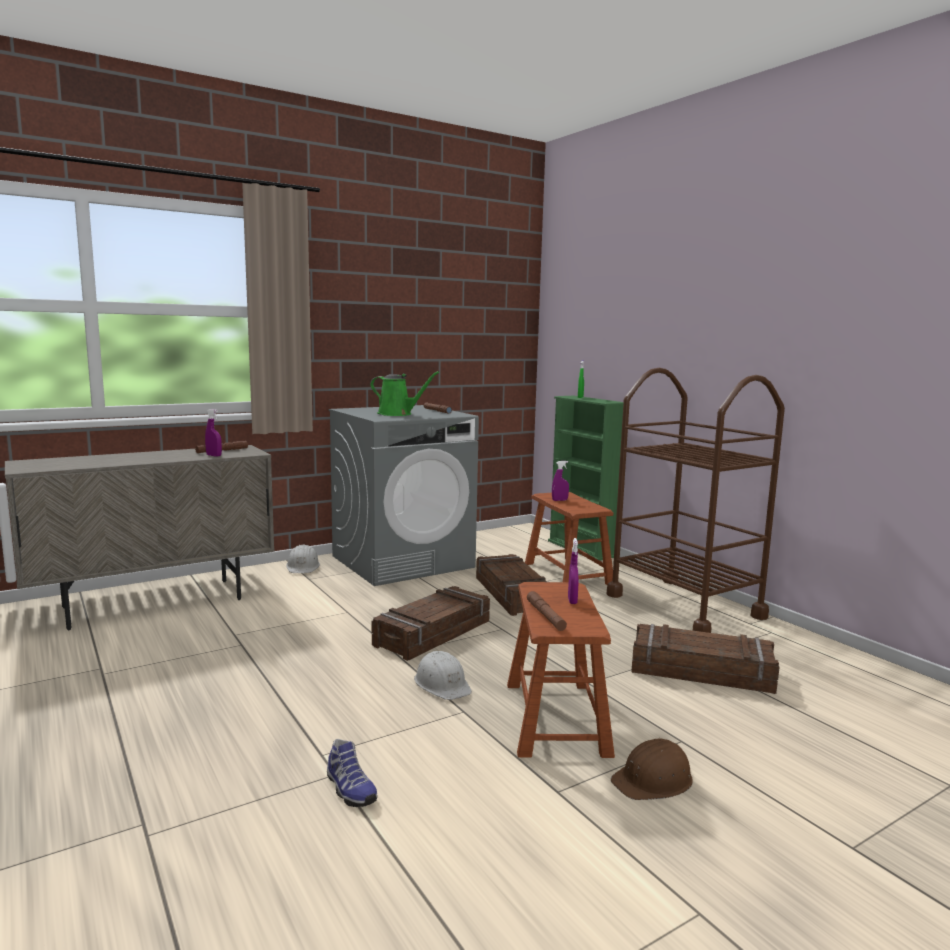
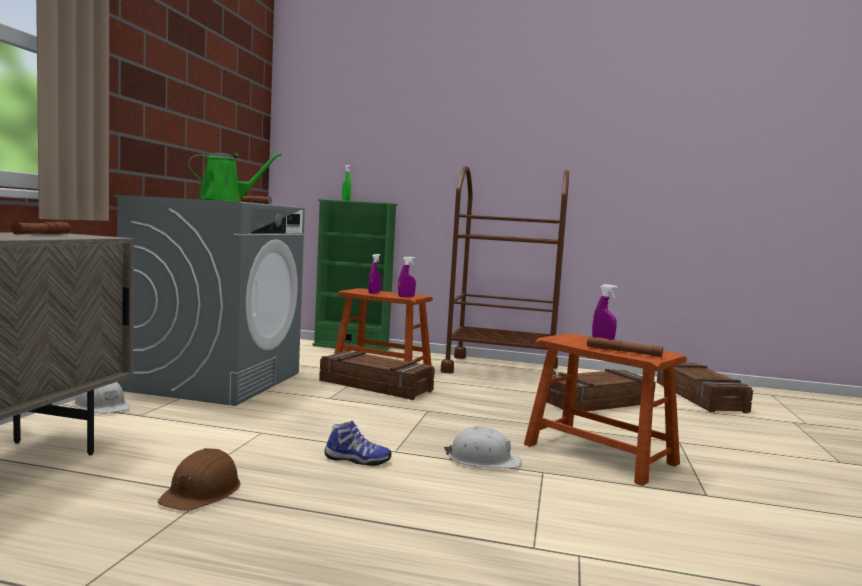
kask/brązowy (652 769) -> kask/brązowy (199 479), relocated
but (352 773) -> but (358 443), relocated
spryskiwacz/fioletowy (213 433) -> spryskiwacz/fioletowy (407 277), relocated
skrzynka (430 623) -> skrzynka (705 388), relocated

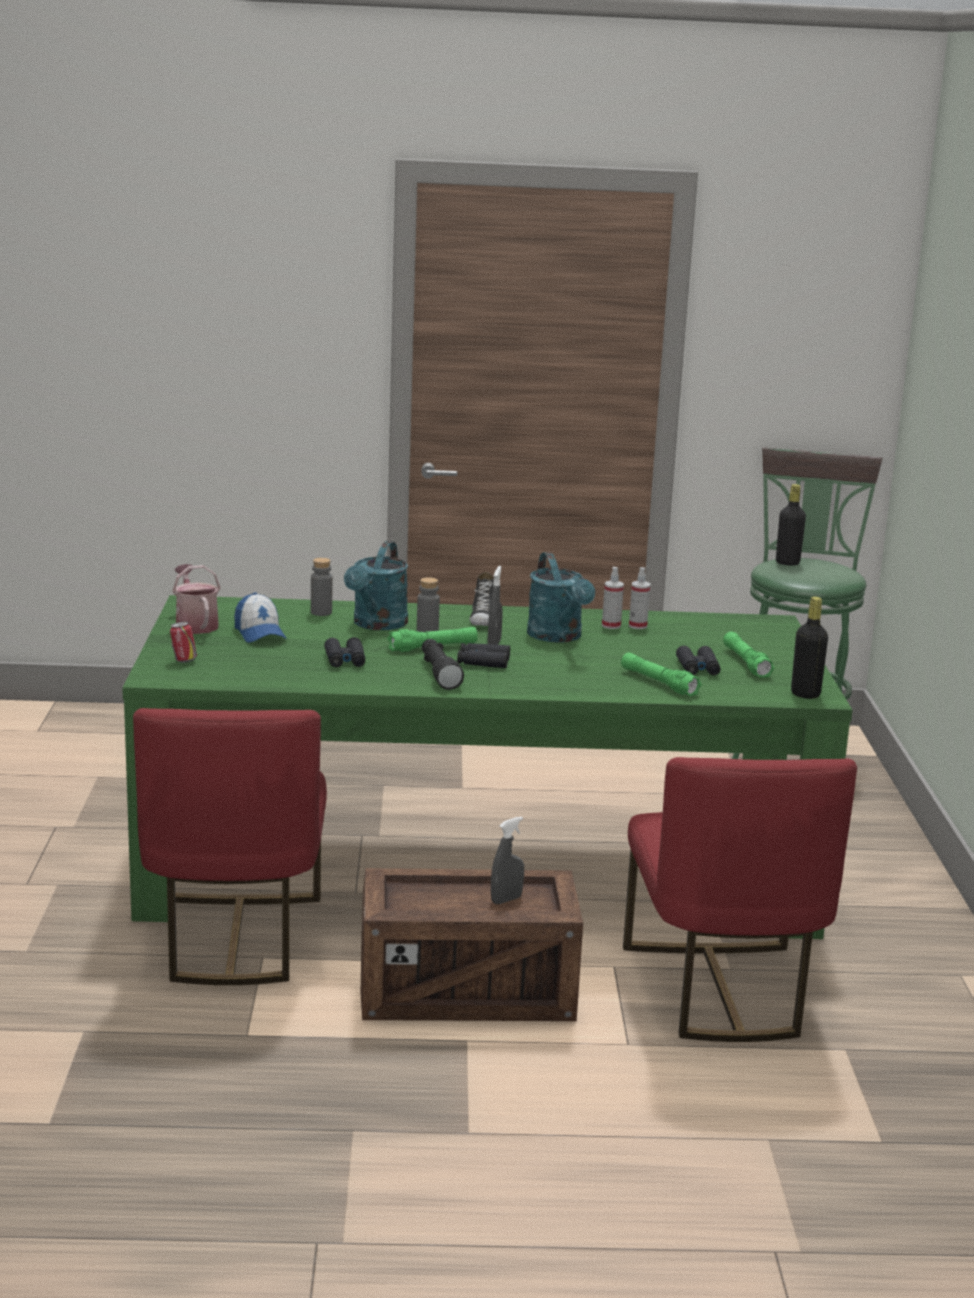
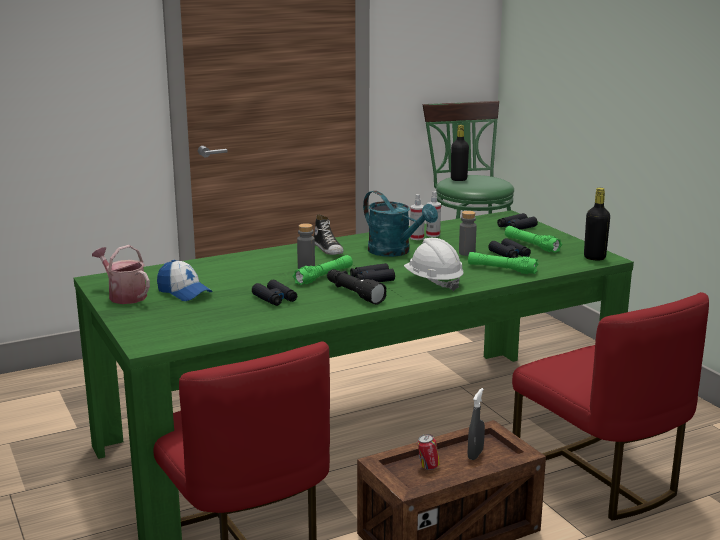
none -> kask/biały (434 264)
puszka (183 642) -> puszka (428 452), relocated
butelka/szary (322 587) -> butelka/szary (468 233), relocated
none -> lornetka/czarny (517 221)
konewka/turkusowy (376 585) -> none
spryskiwacz/szary (495 605) -> none

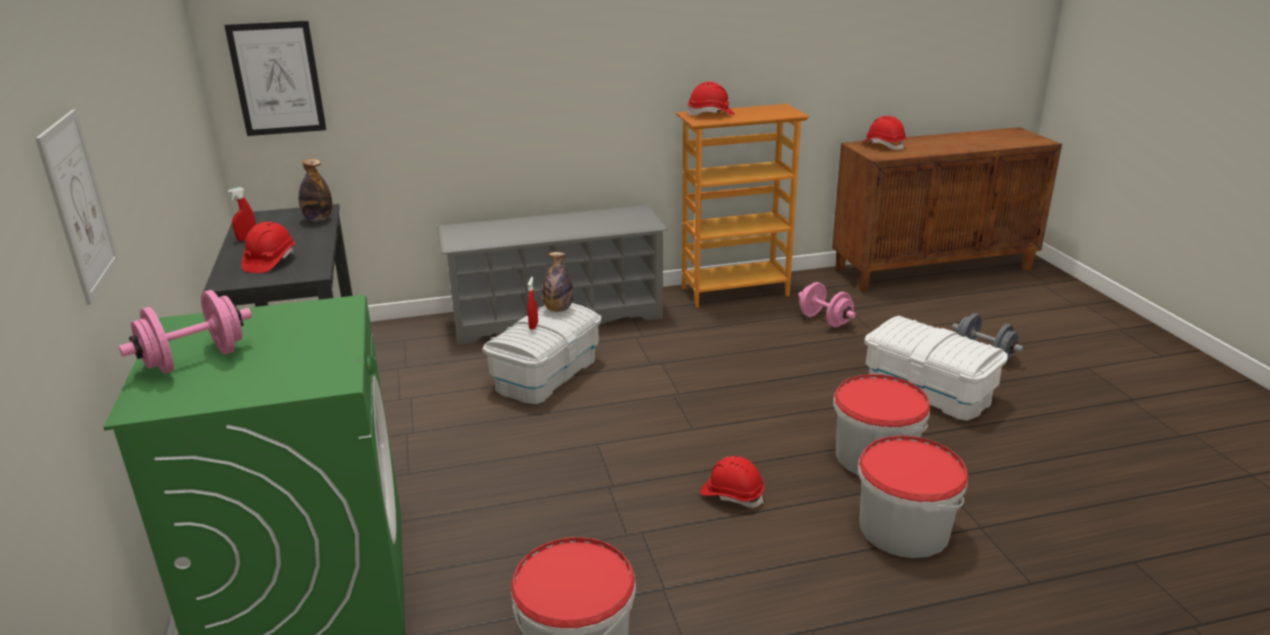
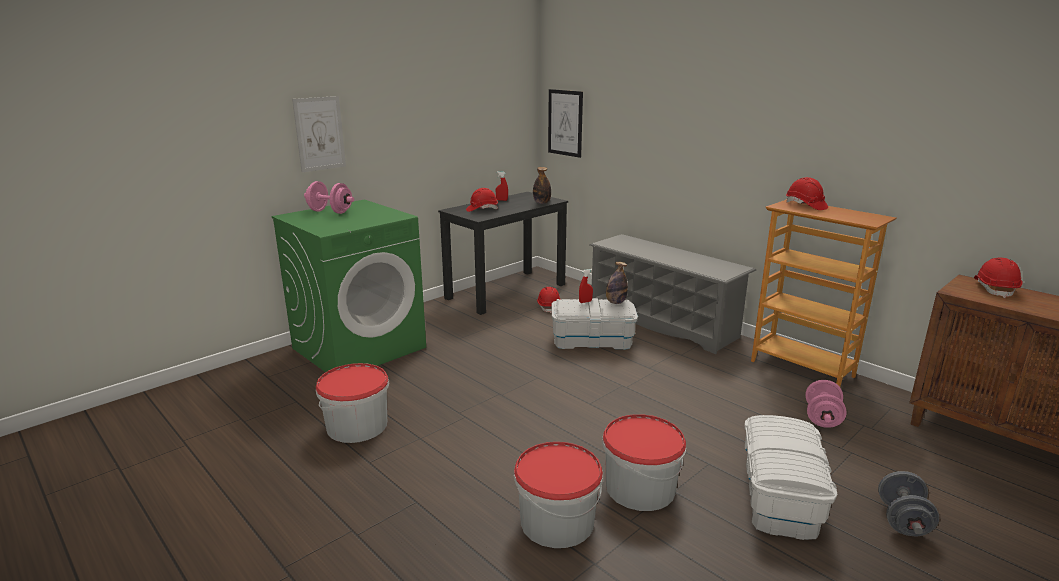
kask/czerwony (732 482) -> kask/czerwony (548 300), relocated

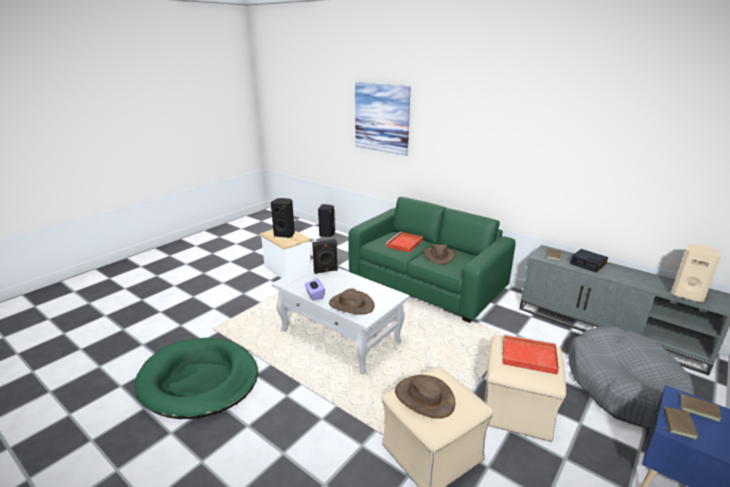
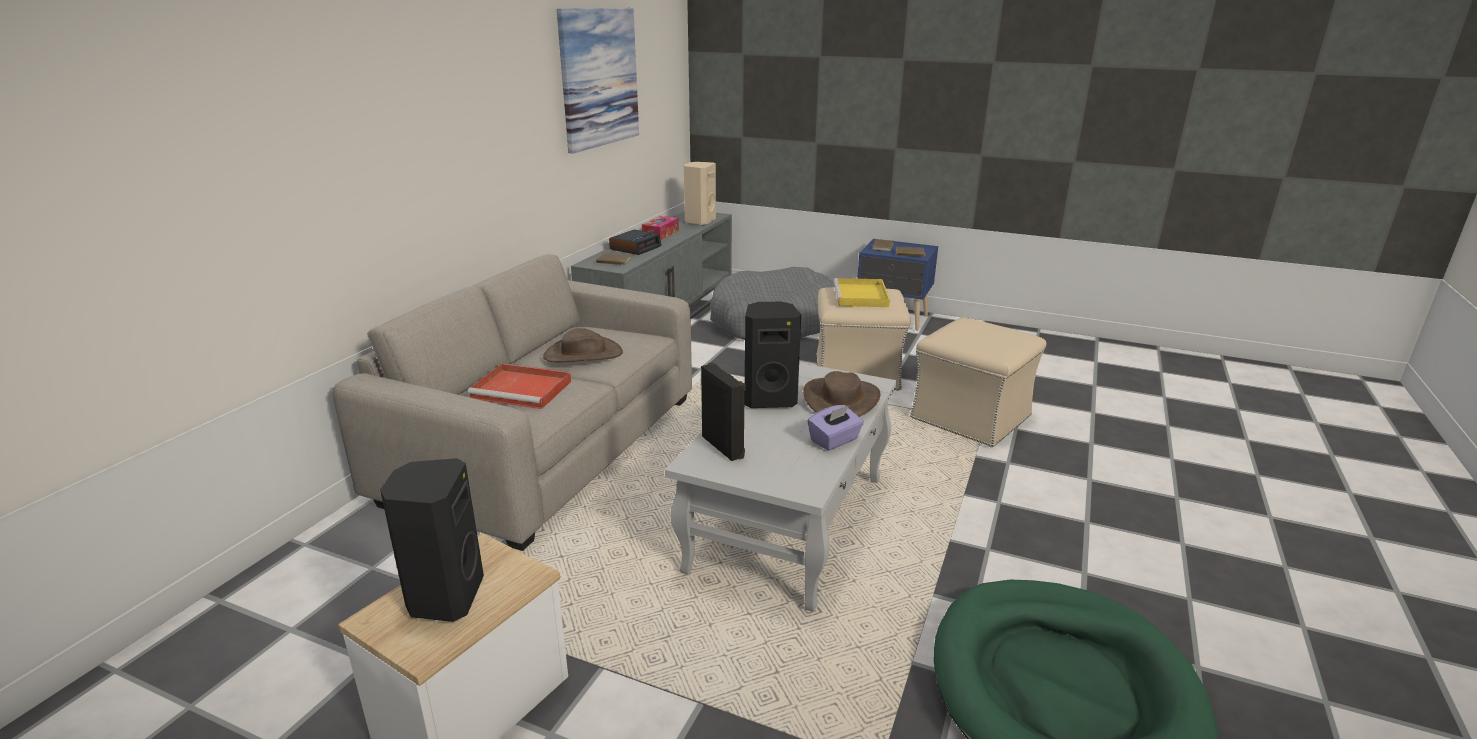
kanapa/zielony (432 260) -> kanapa/beżowy (512 402)
obraz (383 119) -> obraz (598 81), relocated
none -> pudełko chusteczek (660 228)
głośnik/czarny (326 220) -> głośnik/czarny (772 355), relocated
taca/czerwony (530 354) -> taca/żółty (861 292)
kapelusz/brązowy (425 397) -> none

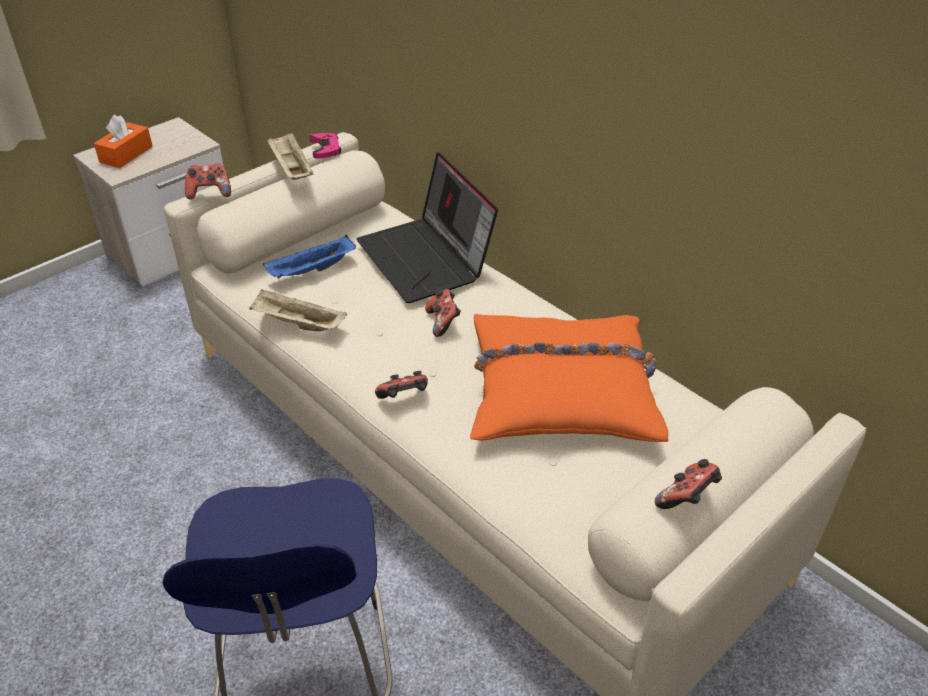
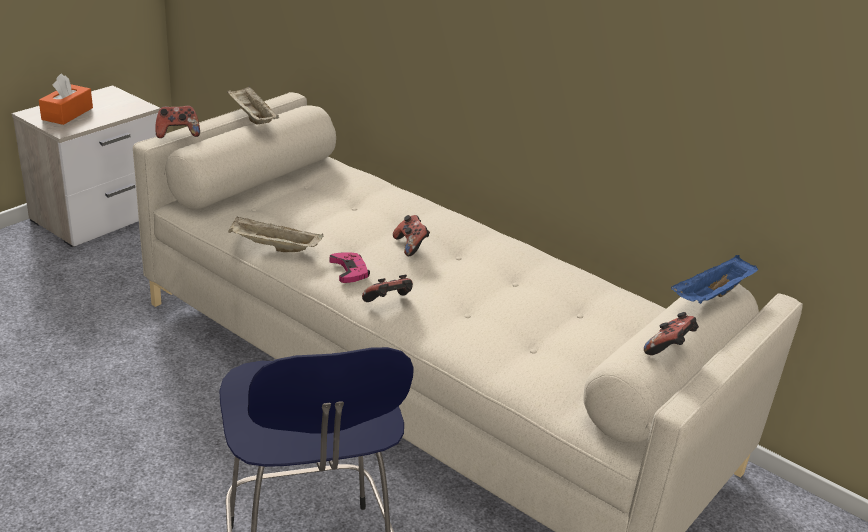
pad do gier/różowy (325 146) -> pad do gier/różowy (349 268), relocated
taca/niebieski (309 257) -> taca/niebieski (714 279), relocated
laptop (427 227) -> none
poduszka/pomarańczowy (569 378) -> none

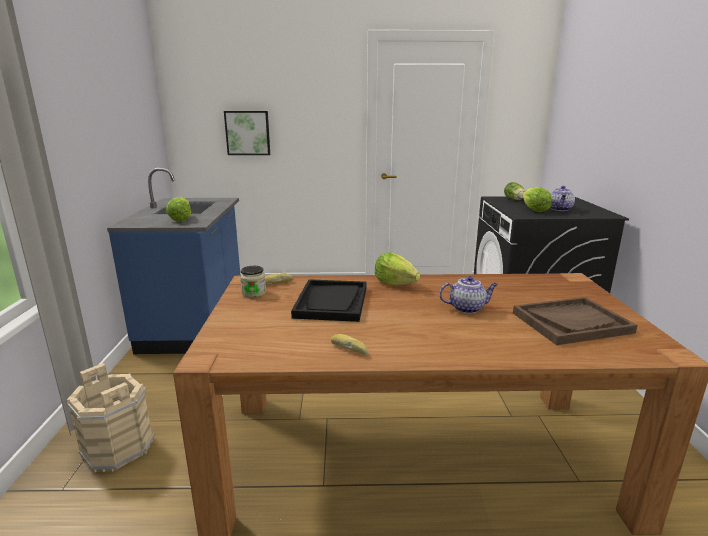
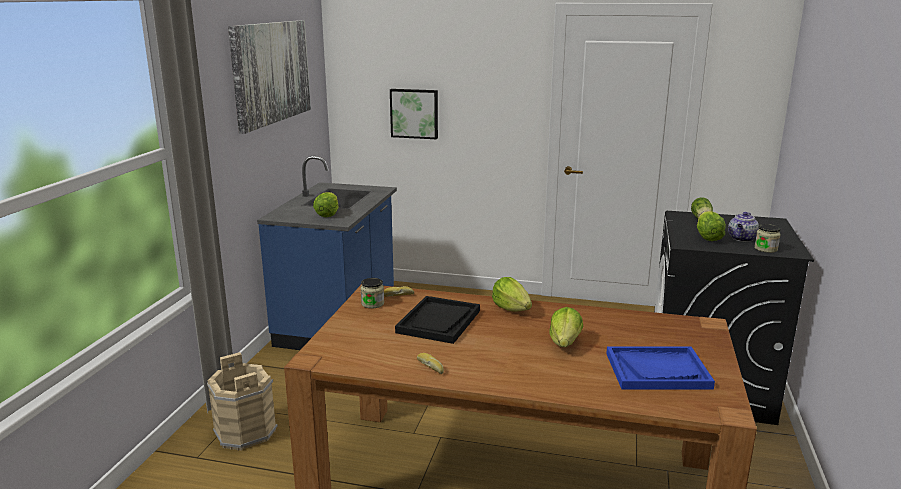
none -> obraz (269 77)
imbryk (468 294) -> sałata (566 327)
taca/brązowy (575 321) -> taca/niebieski (660 367)
none -> słoik (767 238)

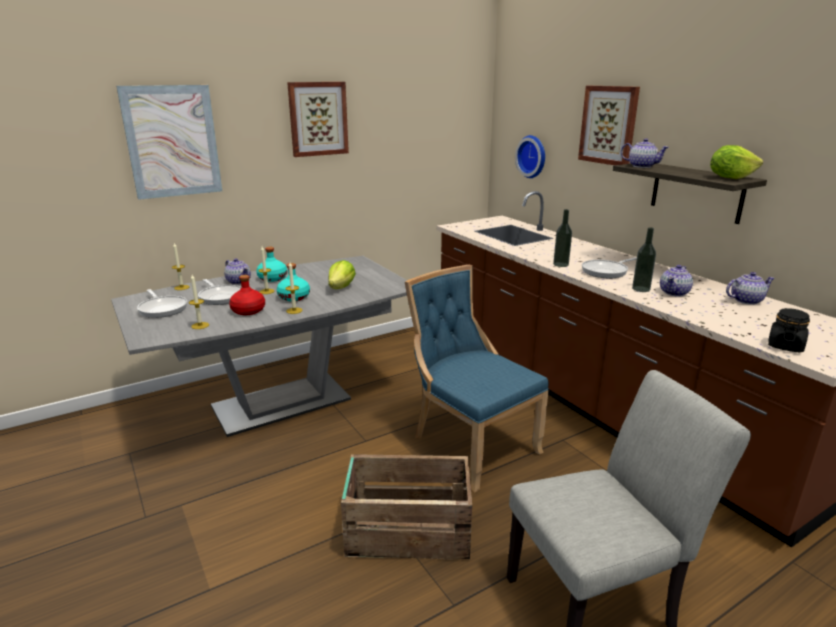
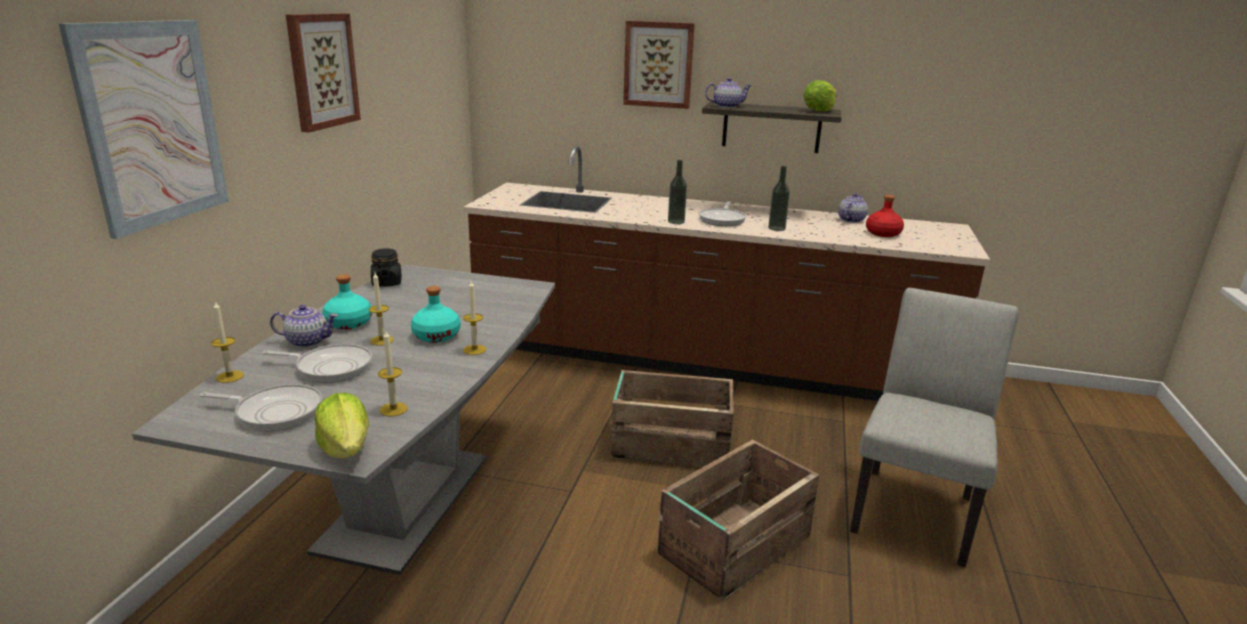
sałata (342 274) -> sałata (342 426), relocated
słoik/czarny (789 330) -> słoik/czarny (386 267), relocated
krzesło/niebieski (477 378) -> skrzynka (672 418)
butelka/czerwony (247 295) -> butelka/czerwony (885 216), relocated
zegar ścienny (530 156) -> none
imbryk (676 281) -> none

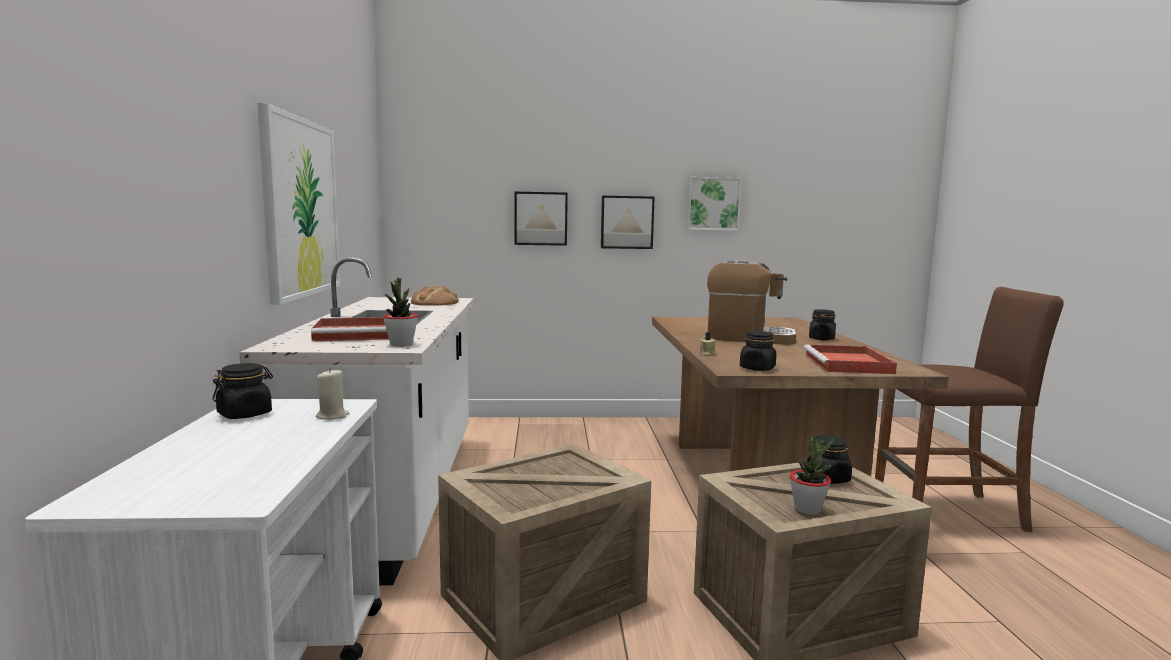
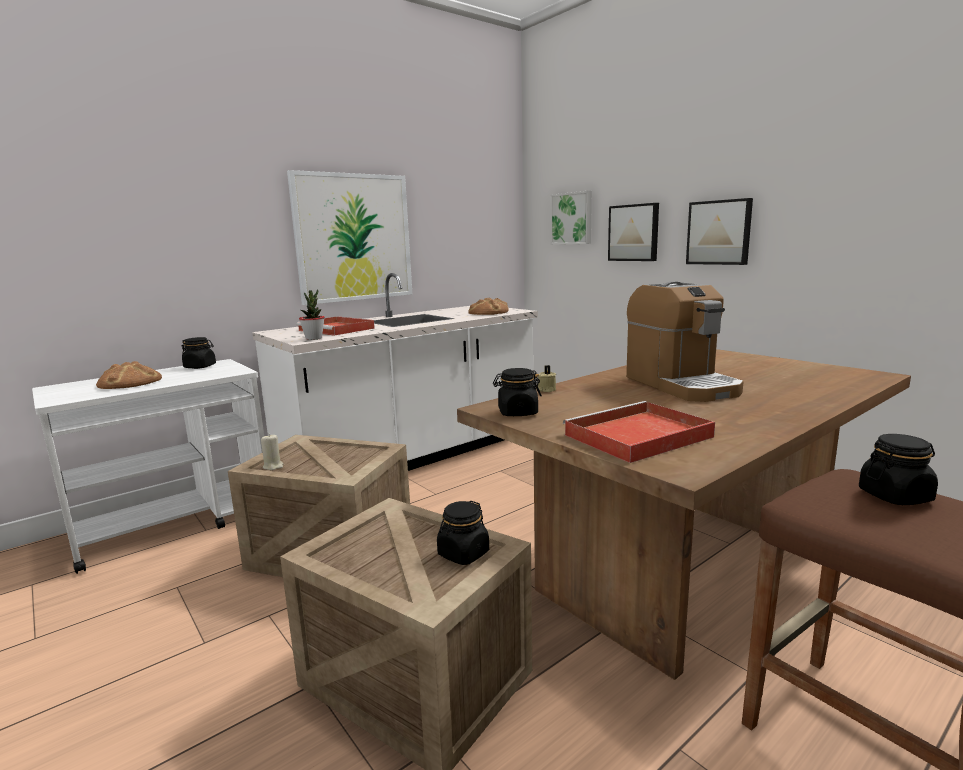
none -> chleb (129 375)
świeca/beżowy (332 394) -> świeca/beżowy (272 452), relocated
obraz (714 204) -> obraz (571 218), relocated
słoik/czarny (822 324) -> słoik/czarny (898 469), relocated
roślina doniczkowa (811 475) -> none

